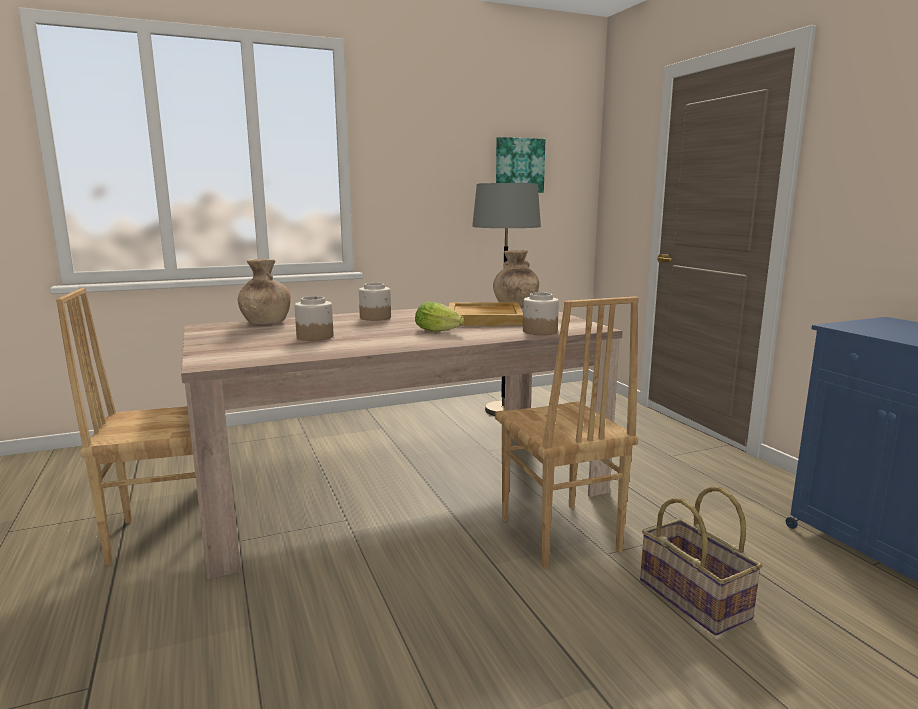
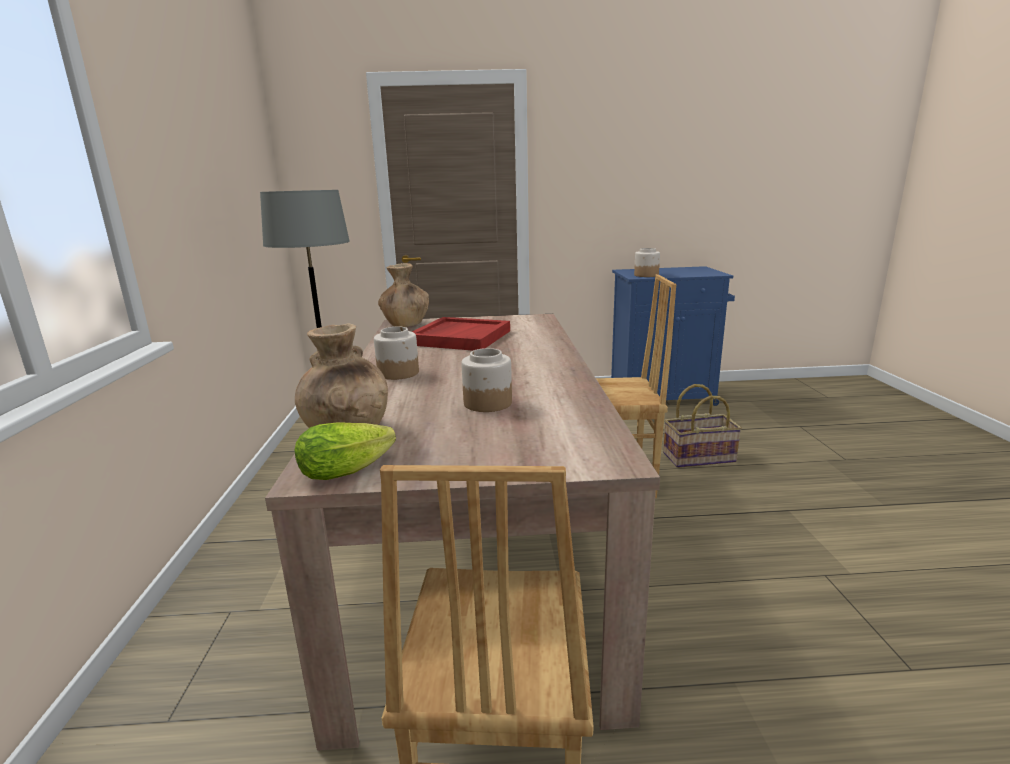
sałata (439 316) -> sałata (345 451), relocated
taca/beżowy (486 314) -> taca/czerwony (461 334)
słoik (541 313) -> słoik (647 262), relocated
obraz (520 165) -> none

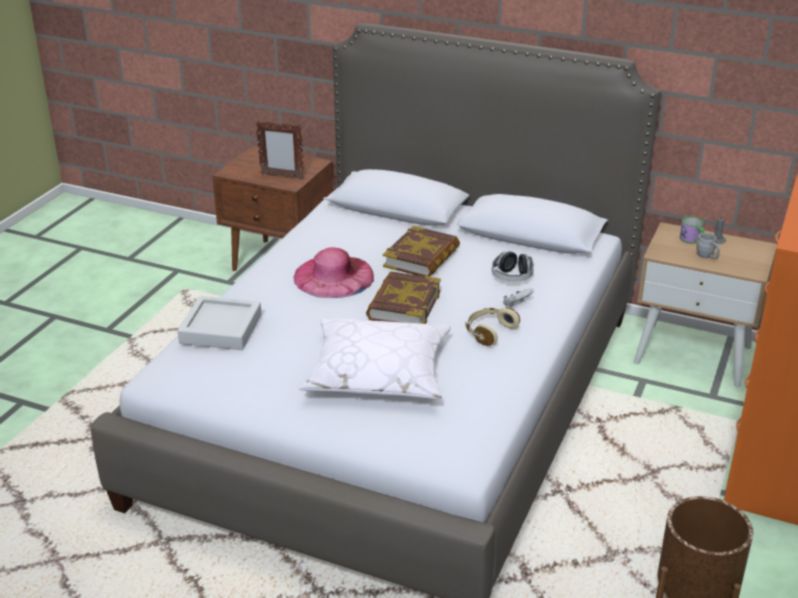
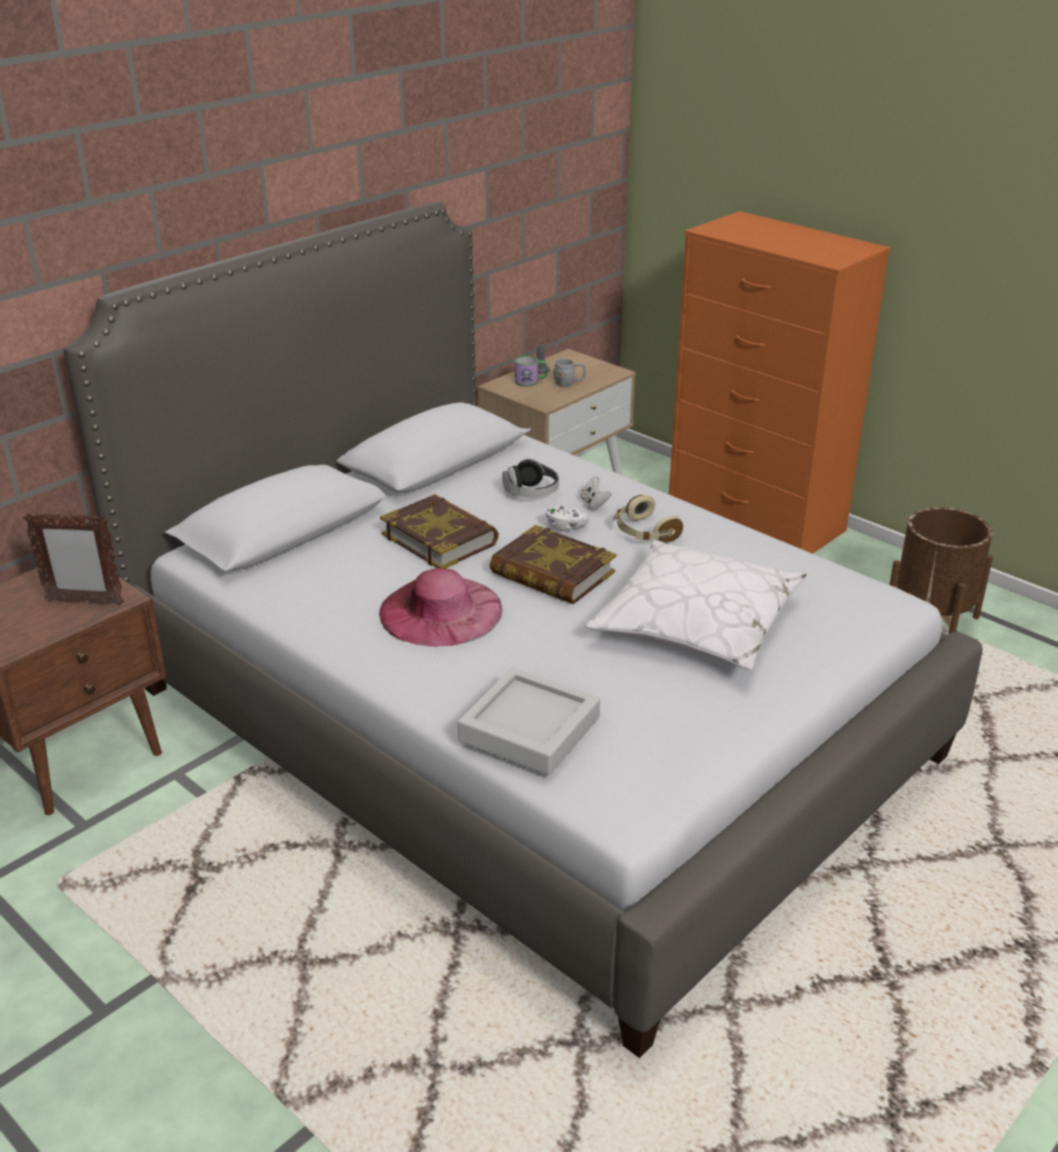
ramka na zdjęcie (279 150) -> ramka na zdjęcie (73 559), 60 degrees clockwise
none -> pad do gier/biały (567 518)

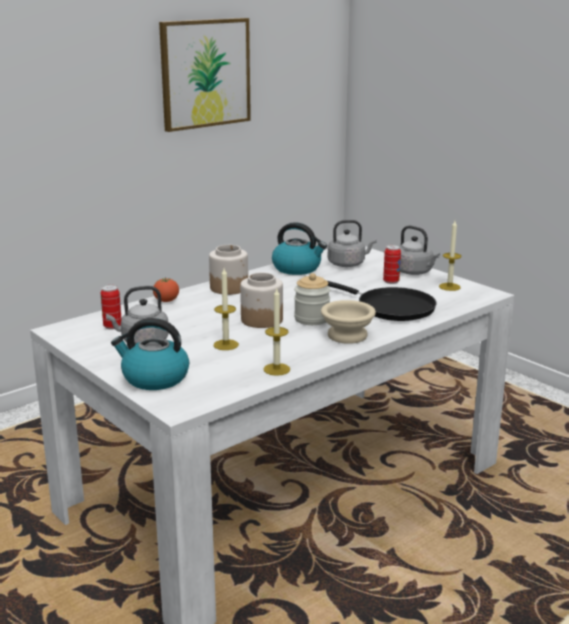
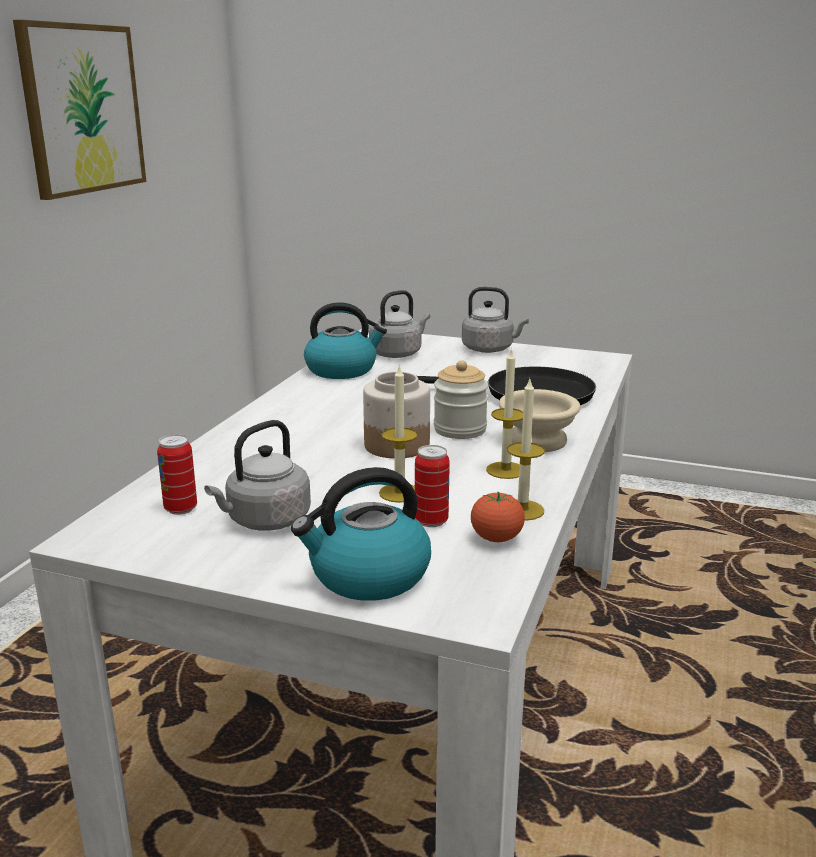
puszka (392 264) -> puszka (432 486), relocated
pomidor (166 289) -> pomidor (498 517), relocated
świeca (450 256) -> świeca (504 413), relocated
słoik (228 270) -> none

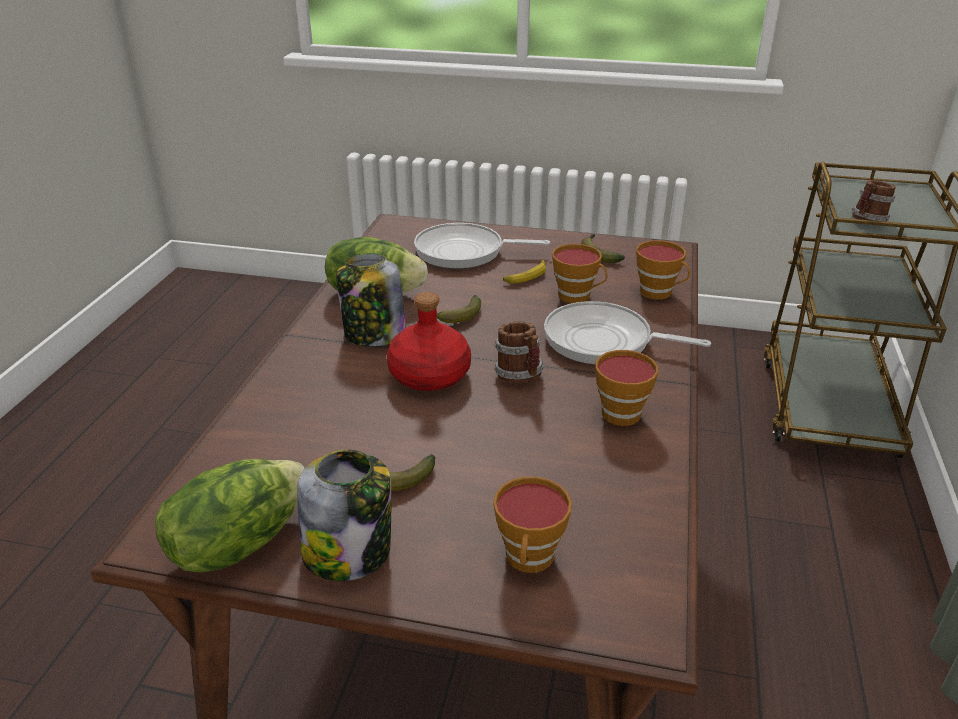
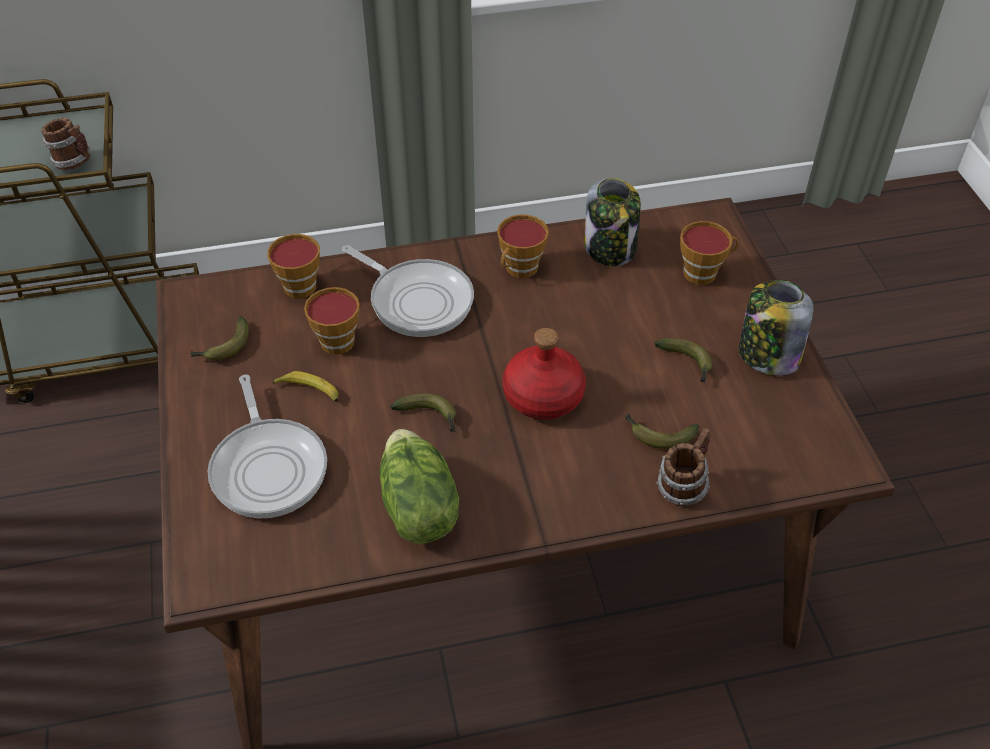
patelnia (627 333) -> patelnia (408 291), 45 degrees counterclockwise
słoik (371 299) -> słoik (612 222), relocated
none -> banan (662 431)
kubek (519 352) -> kubek (683 467), relocated
sałata (230 516) -> none

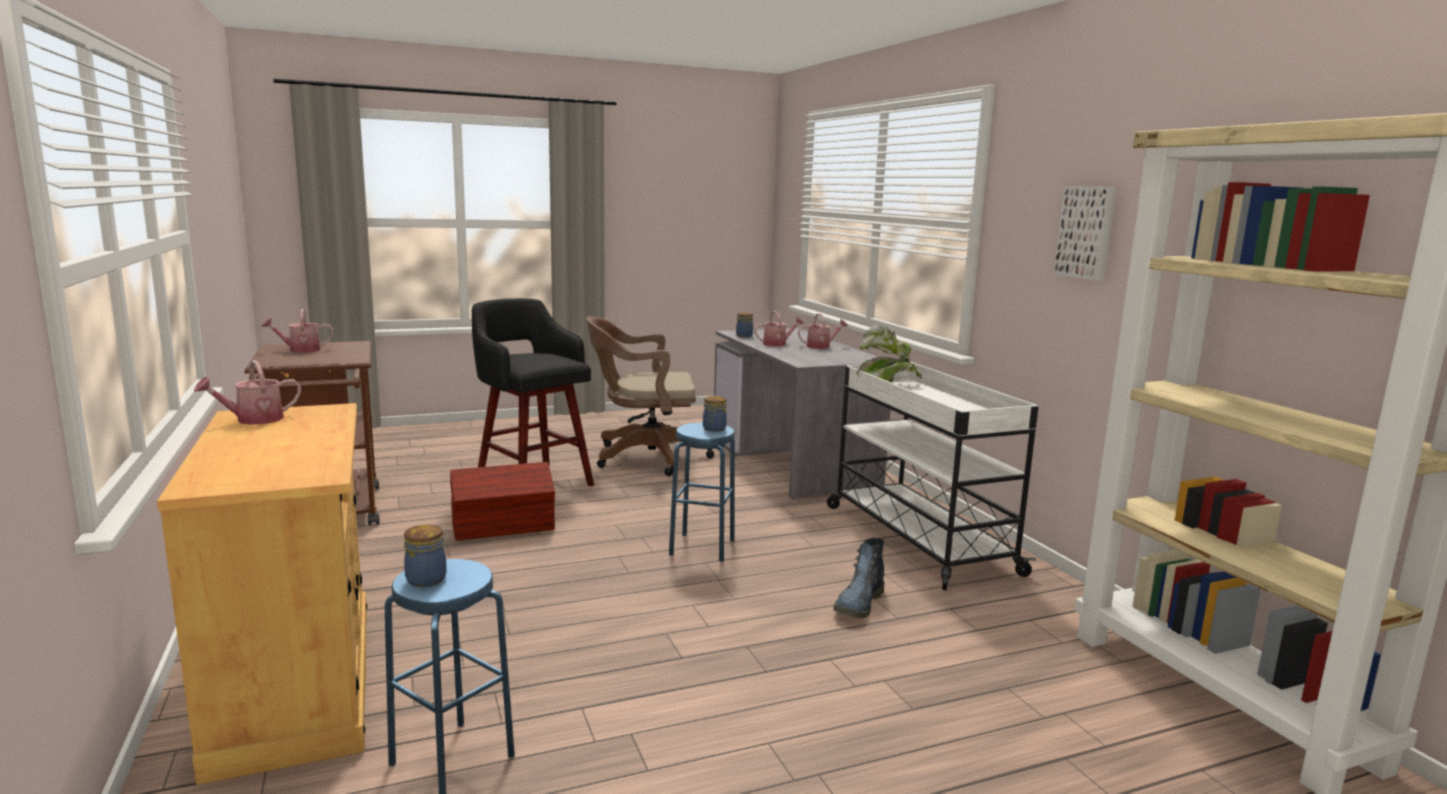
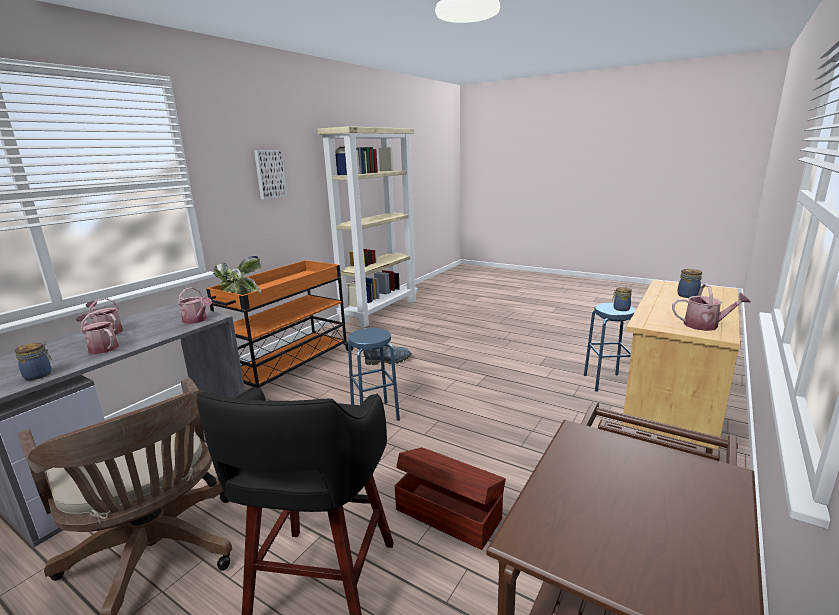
konewka (297 331) -> konewka (195 305), relocated
wózek/biały (933 476) -> wózek/pomarańczowy (280 324)
słoik (715 414) -> słoik (689 283), relocated

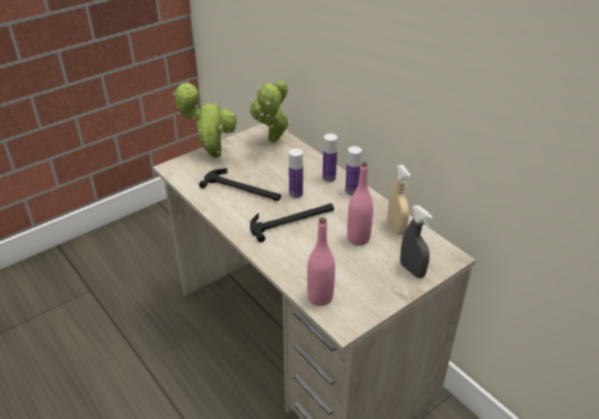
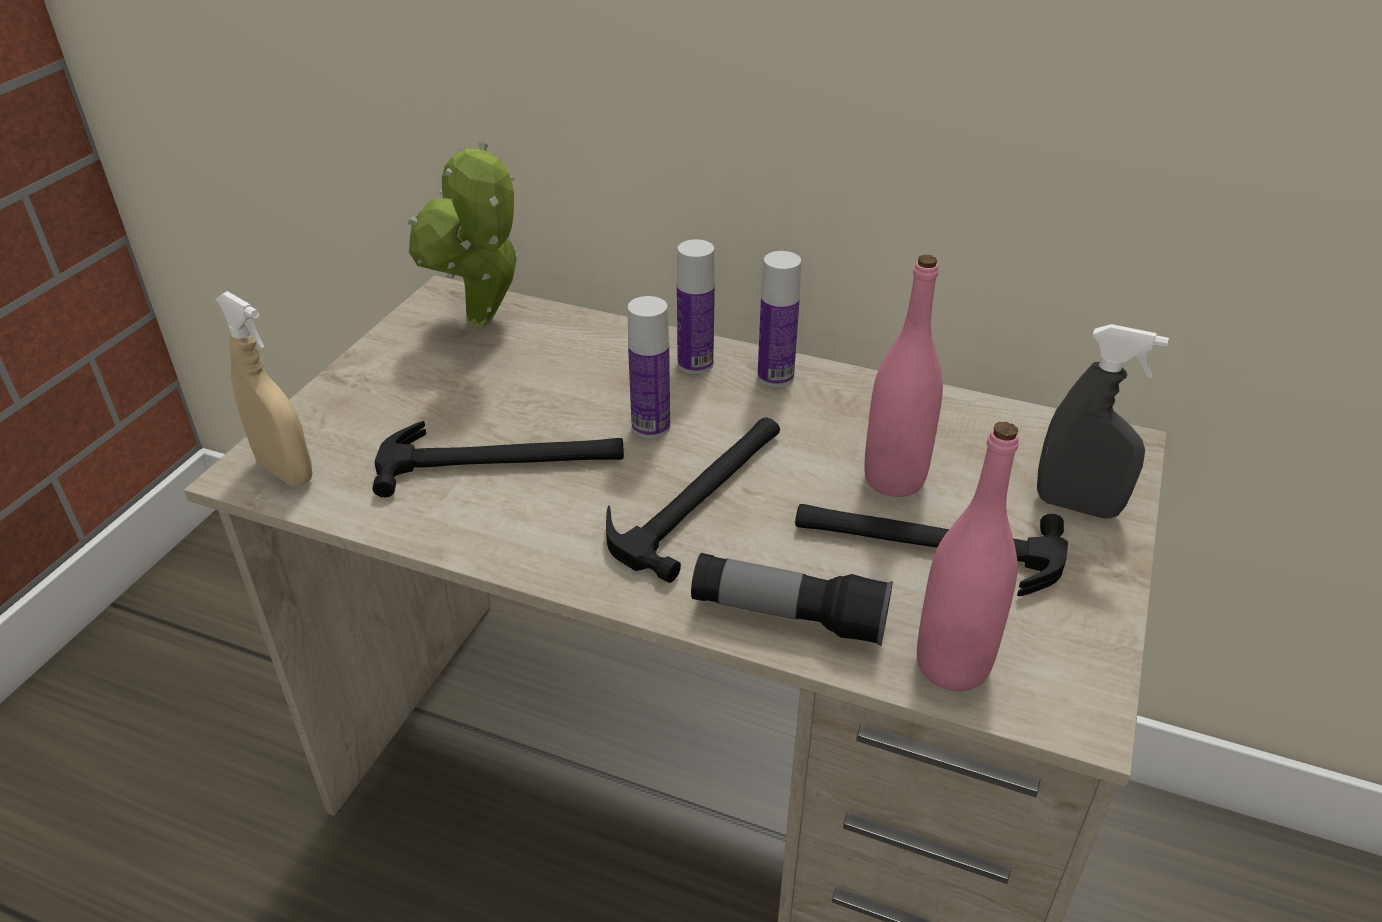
spryskiwacz/beżowy (399 200) -> spryskiwacz/beżowy (263 388), relocated
none -> latarka (792 599)
none -> młotek (931 550)
roślina doniczkowa (205 120) -> none

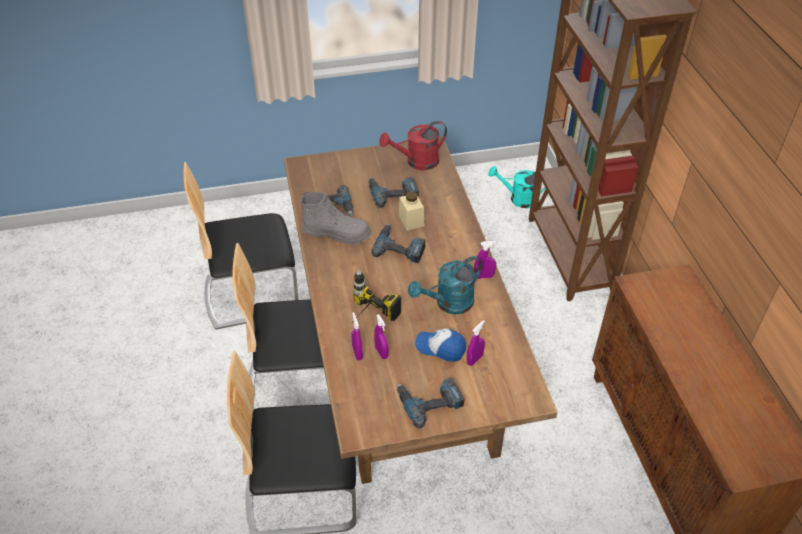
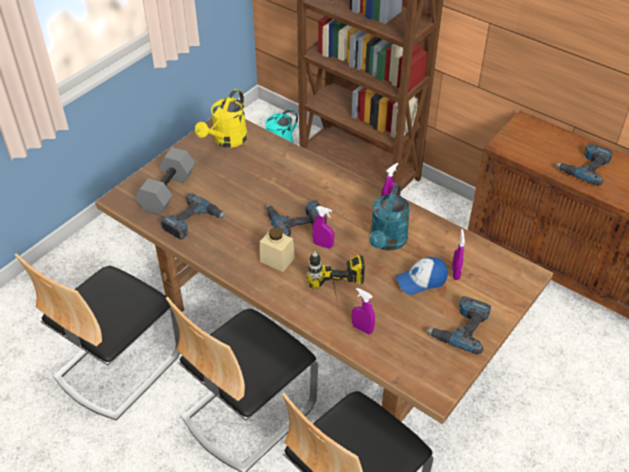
none -> hantel/szary (165 181)
konewka/czerwony (413 145) -> konewka/żółty (221 118)
słoik/beżowy (411 211) -> słoik/beżowy (277 249), relocated
spryskiwacz/fioletowy (381 336) -> spryskiwacz/fioletowy (323 227), relocated
wiertarka (394 192) -> wiertarka (584 164), relocated
but z cholewką/szary (335 218) -> none

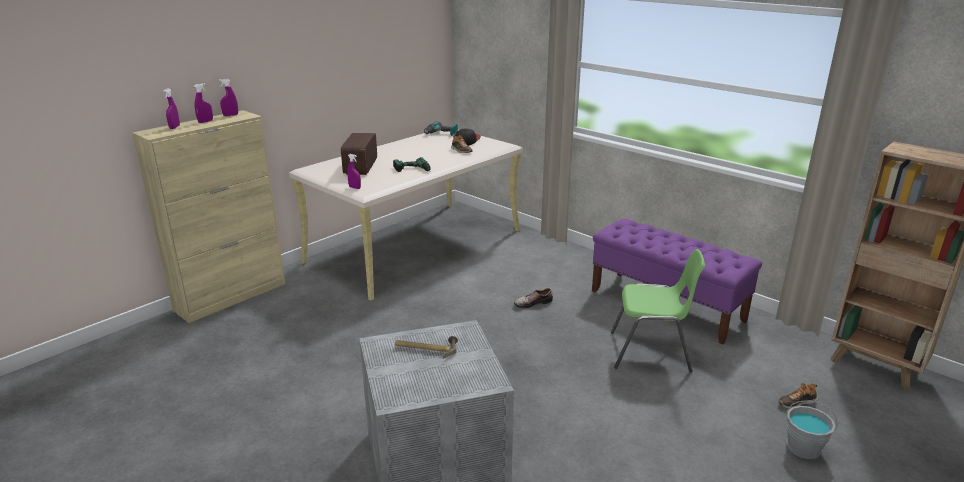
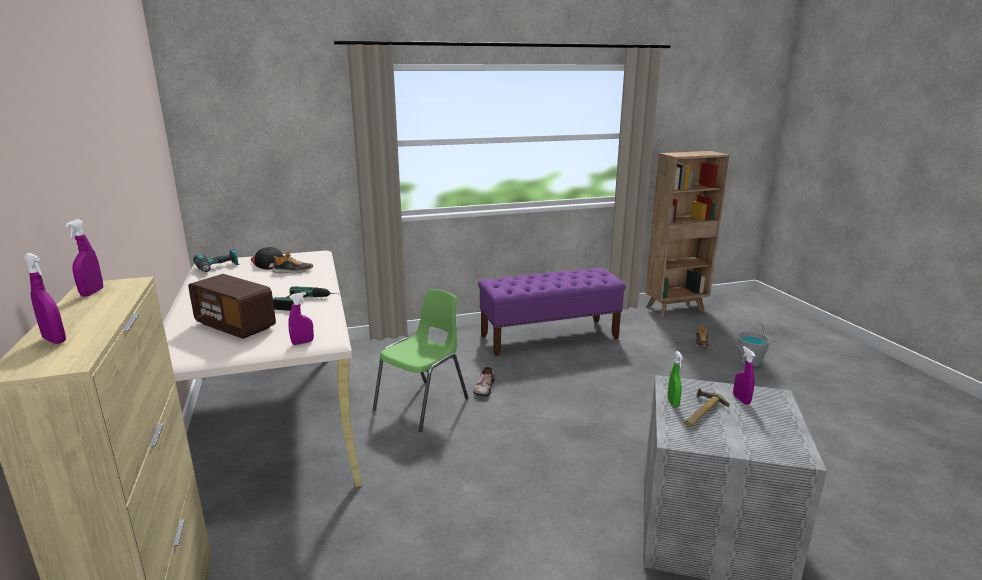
krzesło/zielony (658 311) -> krzesło/zielony (421 360), relocated
none -> spryskiwacz/zielony (675 379)
spryskiwacz/fioletowy (203 103) -> spryskiwacz/fioletowy (744 376), relocated

